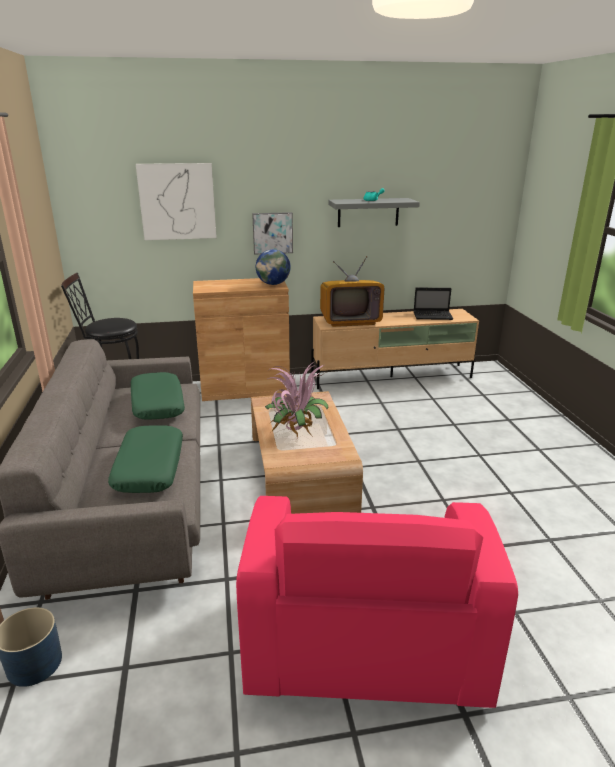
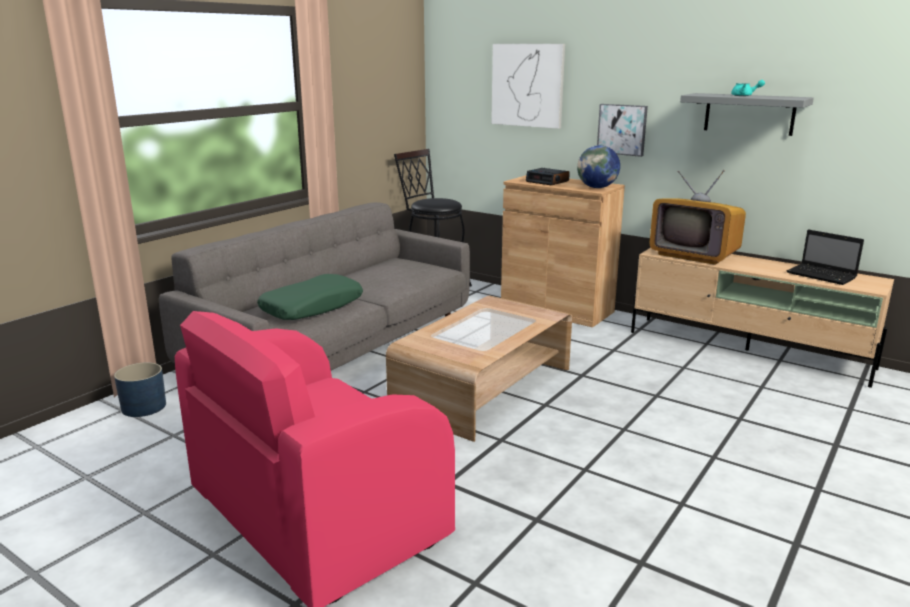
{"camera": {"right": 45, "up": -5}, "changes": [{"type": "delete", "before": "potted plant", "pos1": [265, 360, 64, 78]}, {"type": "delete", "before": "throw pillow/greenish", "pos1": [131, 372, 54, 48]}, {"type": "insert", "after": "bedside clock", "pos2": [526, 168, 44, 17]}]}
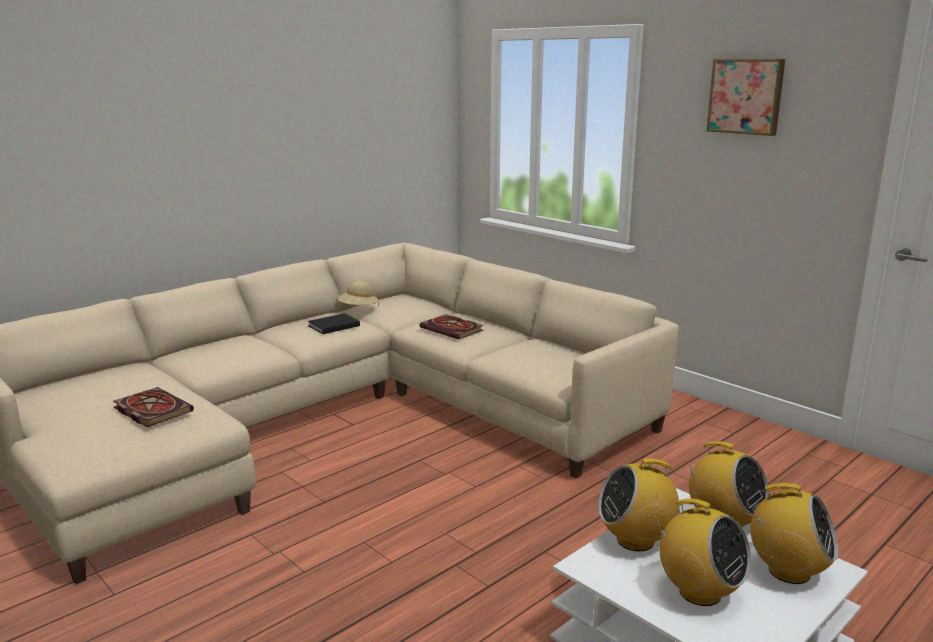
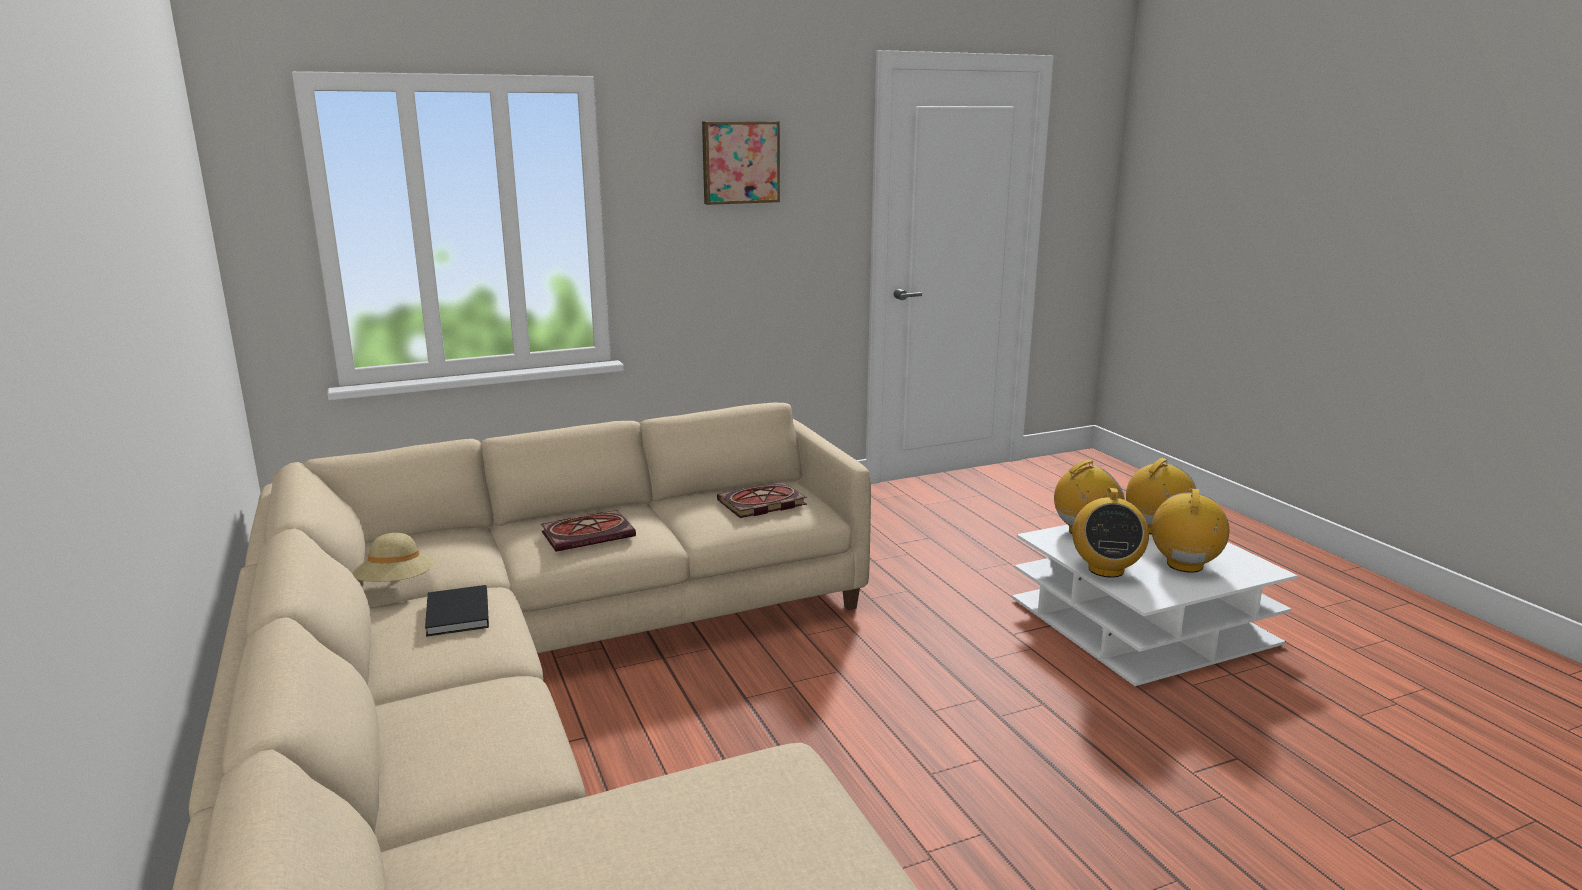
{"camera": {"right": -70, "up": 0}, "changes": [{"type": "move", "before": "book", "pos1": [113, 387, 81, 40], "pos2": [717, 481, 90, 37]}, {"type": "rotate", "before": "radio receiver", "pos1": [654, 499, 97, 107], "pos2": [1151, 489, 78, 84], "turn": -45}]}
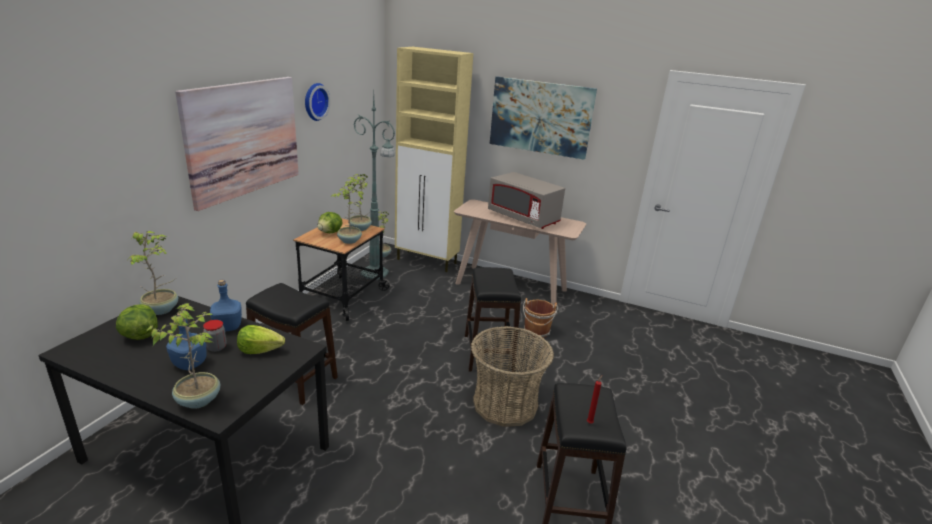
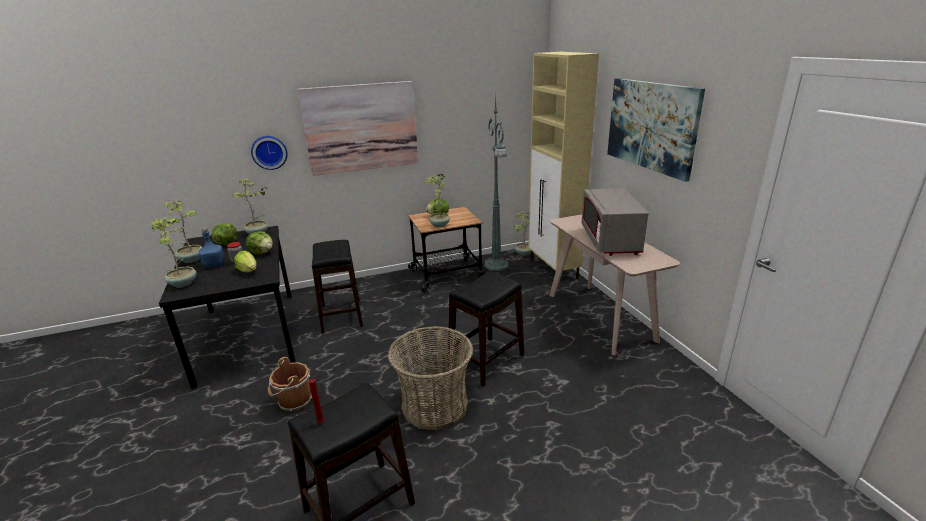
{"camera": {"right": 50, "up": 0}, "changes": [{"type": "move", "before": "wall clock", "pos1": [305, 83, 26, 38], "pos2": [251, 136, 37, 34]}, {"type": "move", "before": "potted plant", "pos1": [345, 174, 27, 57], "pos2": [155, 199, 48, 64]}, {"type": "replace", "before": "bottle/bluish", "after": "head of lettuce", "pos1": [210, 280, 32, 51], "pos2": [246, 231, 27, 24]}, {"type": "move", "before": "water bucket/brown", "pos1": [523, 298, 35, 40], "pos2": [268, 357, 44, 55]}]}
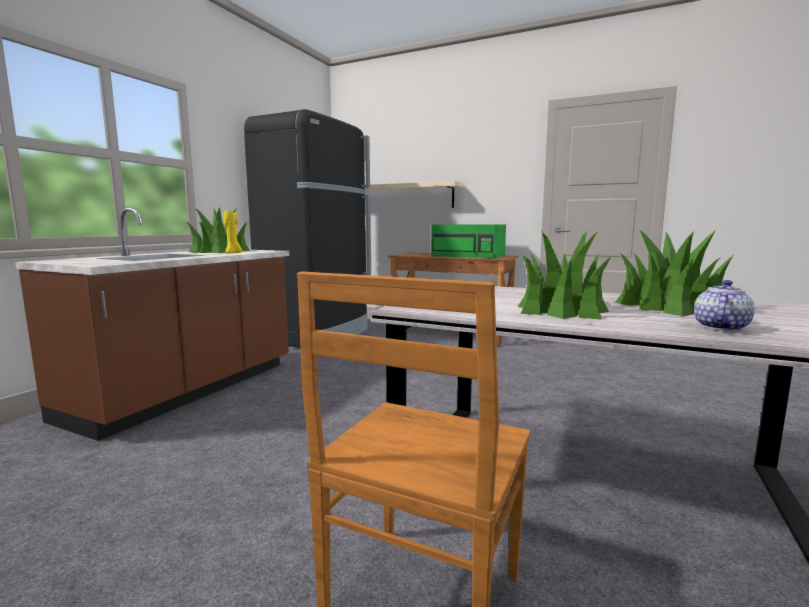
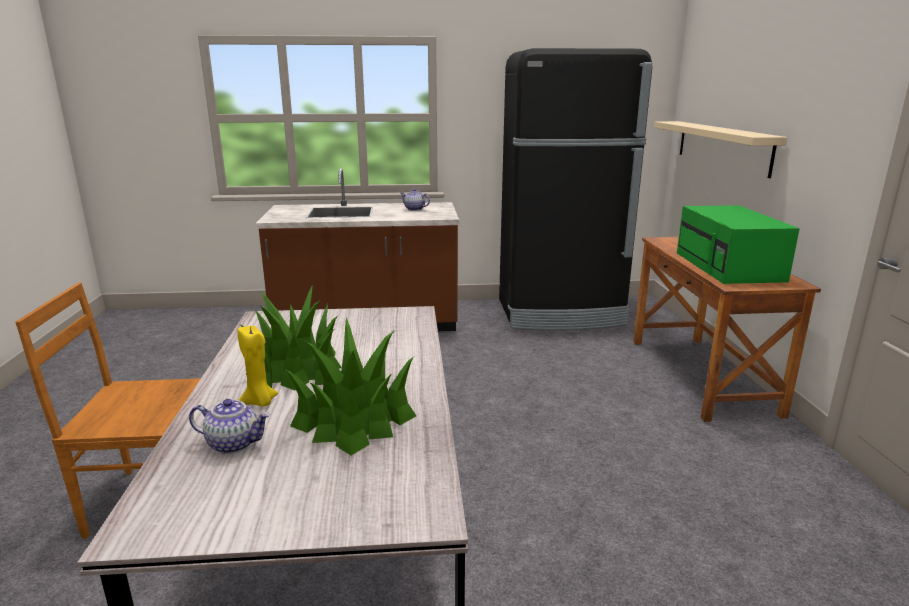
{"camera": {"right": 60, "up": 10}, "changes": [{"type": "replace", "before": "potted plant", "after": "tea pot", "pos1": [187, 207, 63, 46], "pos2": [400, 189, 30, 22]}, {"type": "move", "before": "wax light/yellow-coloured", "pos1": [223, 210, 19, 43], "pos2": [238, 326, 40, 80]}]}
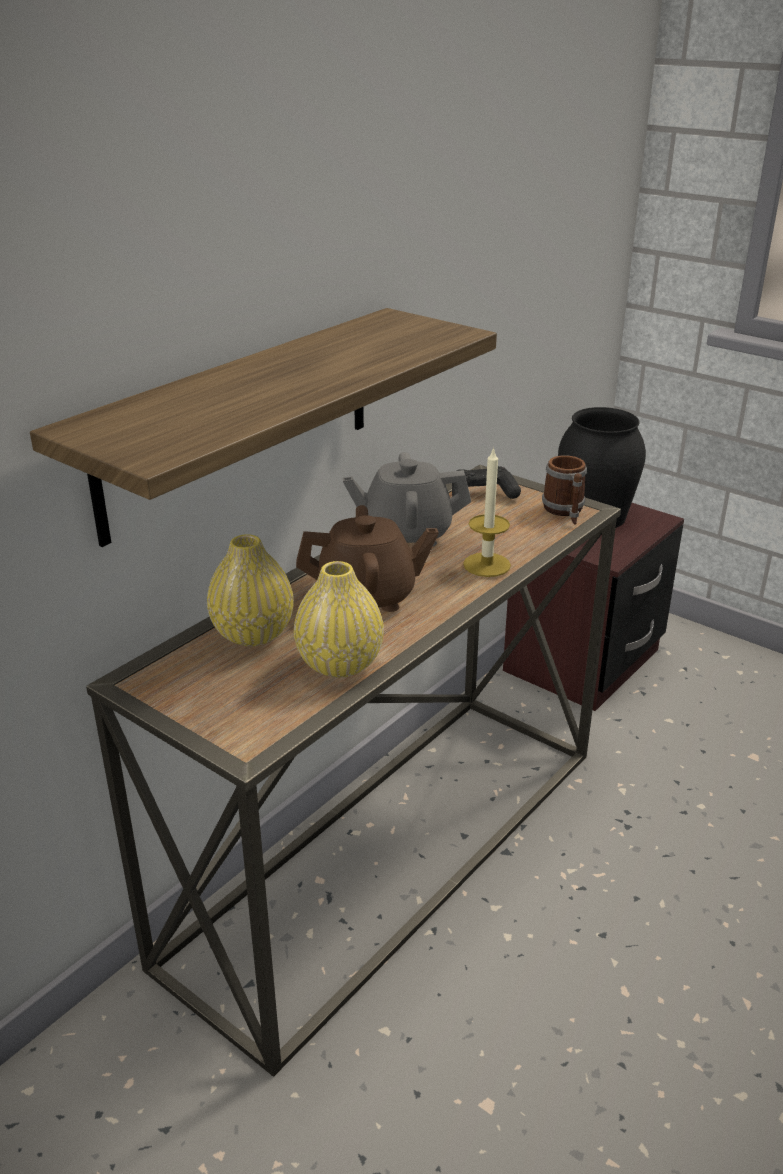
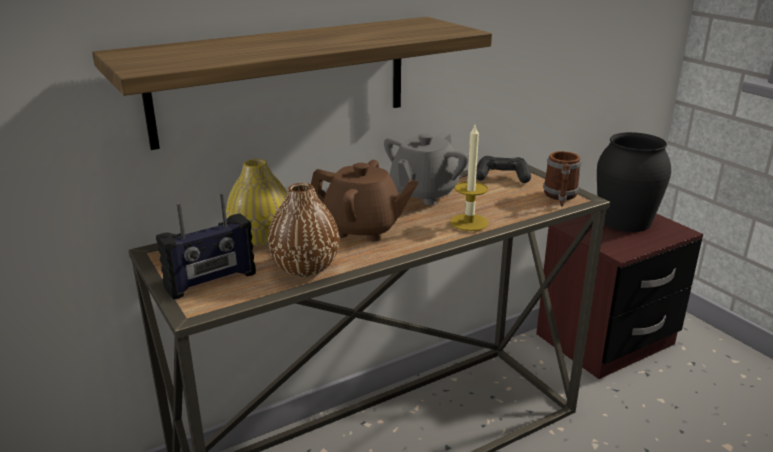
{"camera": {"right": 20, "up": -5}, "changes": [{"type": "rotate", "before": "tea pot/greyish", "pos1": [343, 452, 128, 94], "pos2": [384, 132, 85, 73], "turn": -75}, {"type": "recolor", "before": "flower vase/yellow-coloured", "after": "flower vase/brown", "pos1": [294, 561, 90, 117], "pos2": [268, 183, 71, 94]}, {"type": "insert", "after": "radio receiver", "pos2": [156, 193, 100, 107]}]}
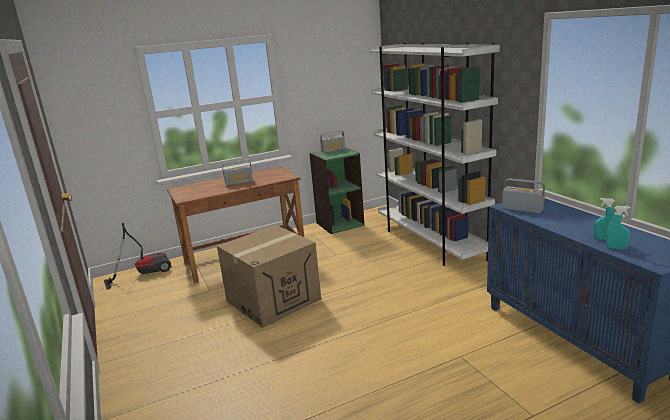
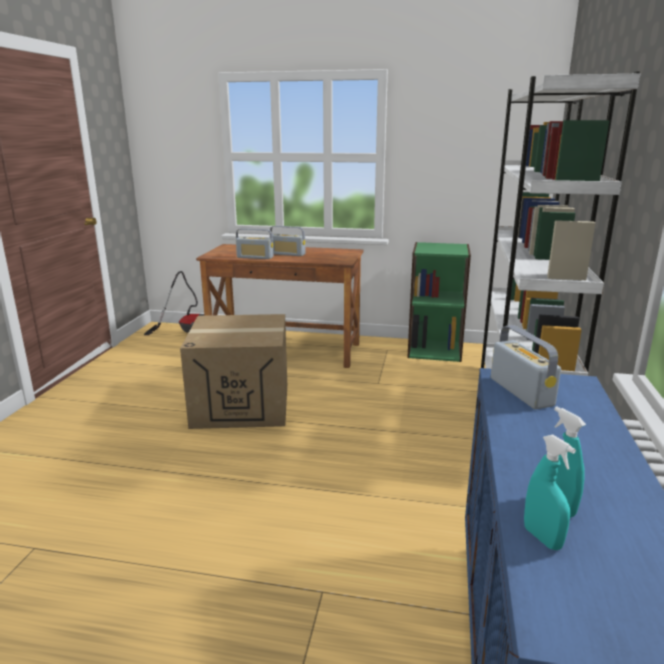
{"camera": {"right": 35, "up": 0}, "changes": [{"type": "move", "before": "radio receiver", "pos1": [320, 130, 25, 23], "pos2": [236, 228, 38, 31]}]}
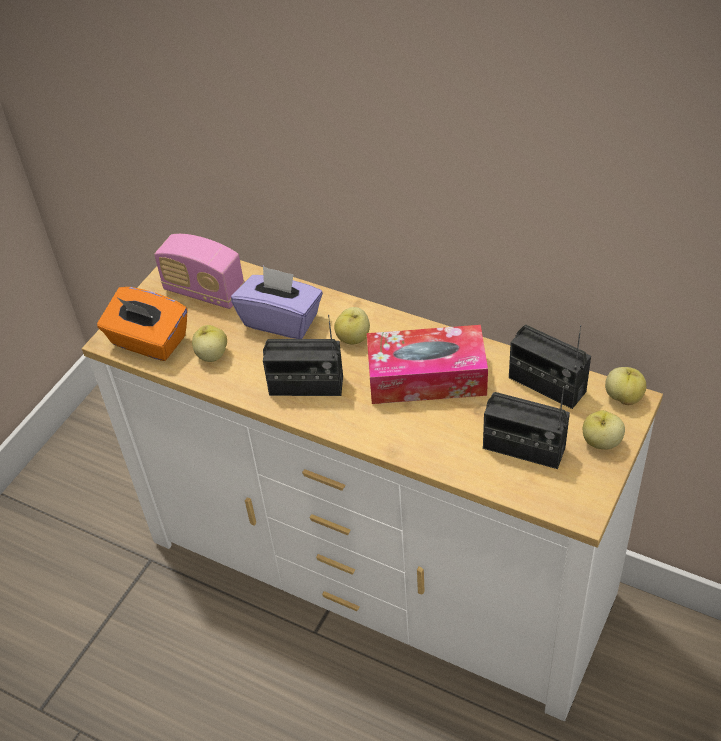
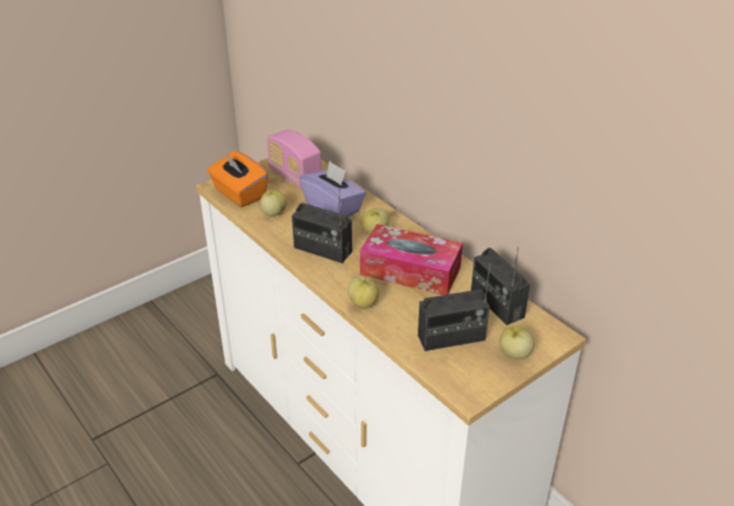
{"camera": {"right": 20, "up": -10}, "changes": [{"type": "move", "before": "whole apple", "pos1": [605, 367, 41, 38], "pos2": [347, 277, 32, 32]}, {"type": "rotate", "before": "radio receiver", "pos1": [483, 386, 87, 83], "pos2": [418, 263, 72, 88], "turn": -60}]}
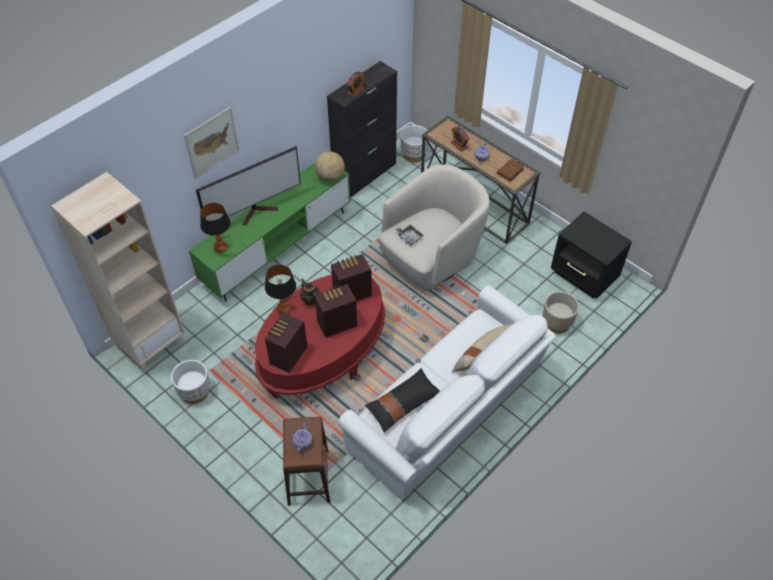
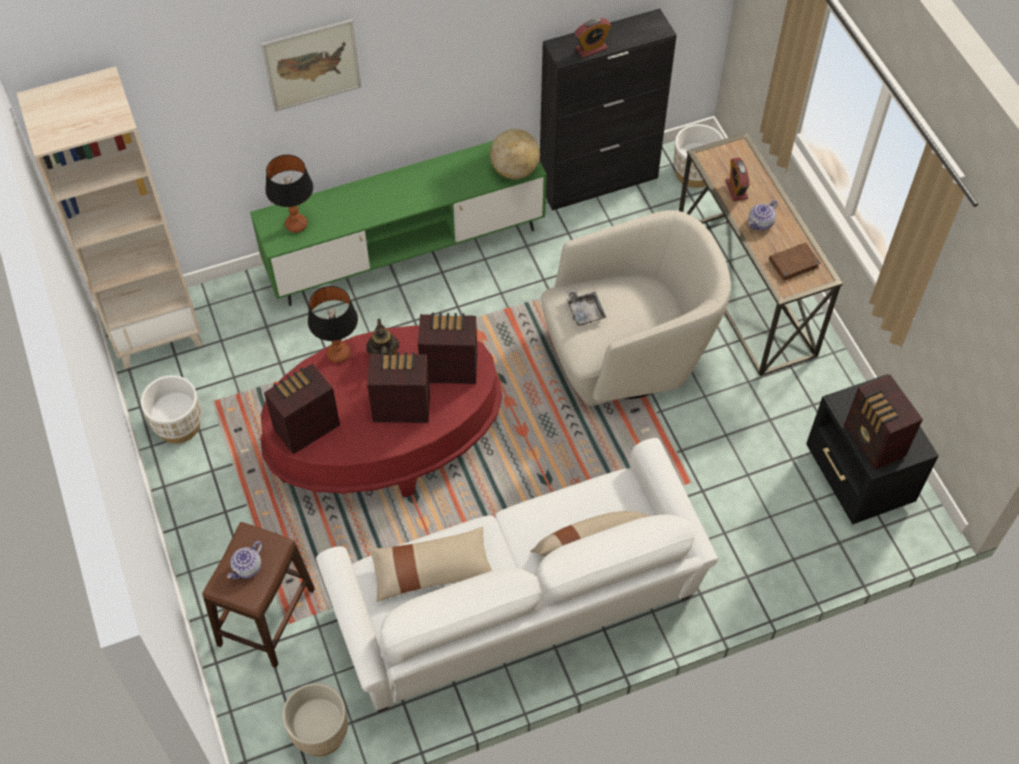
{"camera": {"right": 25, "up": 5}, "changes": [{"type": "delete", "before": "television", "pos1": [196, 146, 105, 79]}, {"type": "move", "before": "plant pot/beige", "pos1": [543, 291, 36, 43], "pos2": [282, 683, 66, 73]}, {"type": "recolor", "before": "throw pillow/blackish", "after": "throw pillow/beige", "pos1": [364, 368, 76, 65], "pos2": [369, 527, 123, 75]}, {"type": "insert", "after": "radio receiver", "pos2": [844, 374, 79, 96]}]}
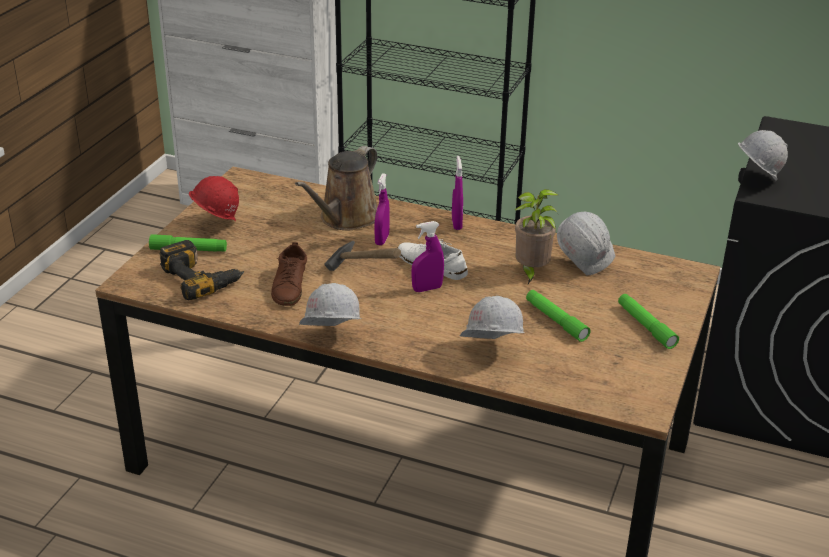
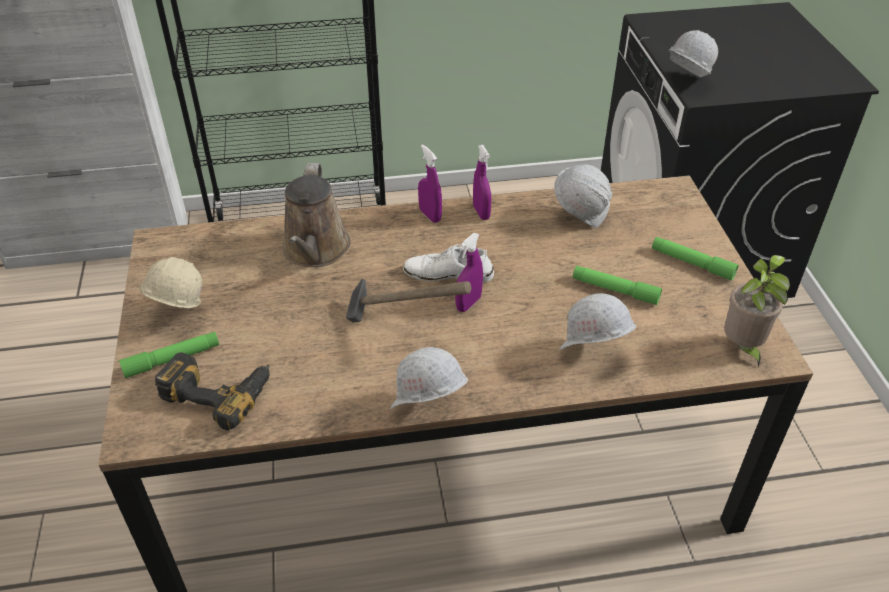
{"camera": {"right": -30, "up": 10}, "changes": [{"type": "move", "before": "hand sprayer/purple", "pos1": [375, 173, 15, 72], "pos2": [473, 145, 18, 75]}, {"type": "recolor", "before": "hard hat/red", "after": "hard hat/beige", "pos1": [189, 176, 50, 45], "pos2": [139, 257, 63, 51]}, {"type": "move", "before": "potted plant", "pos1": [515, 189, 43, 95], "pos2": [724, 255, 66, 112]}, {"type": "delete", "before": "item of footwear/brown", "pos1": [271, 242, 36, 64]}]}
